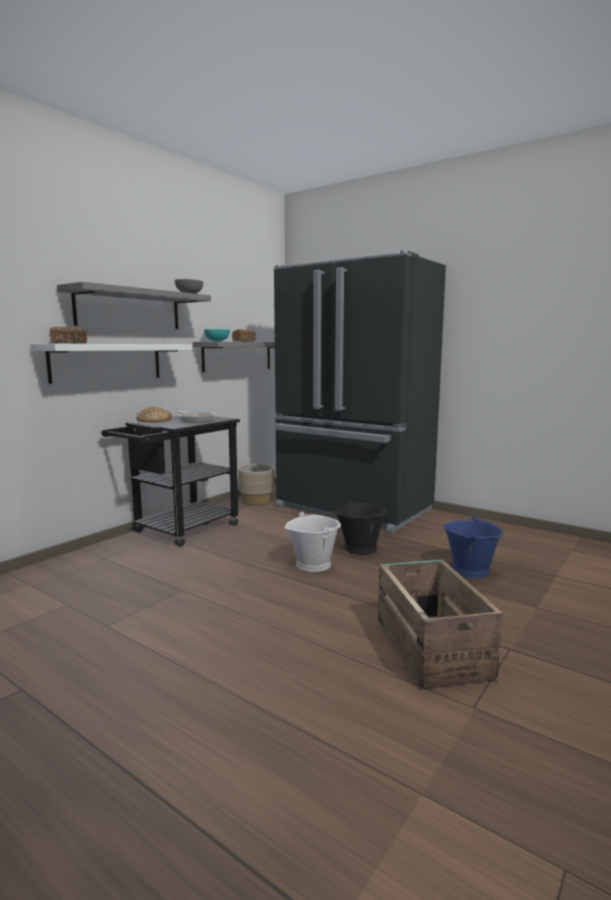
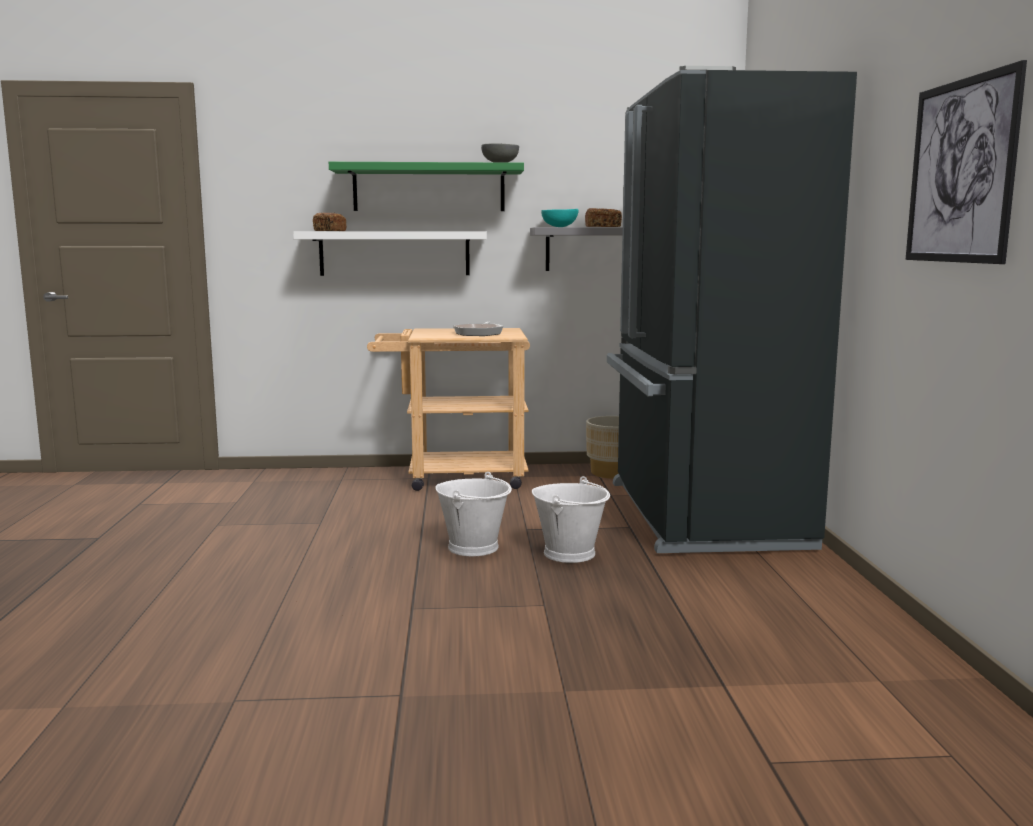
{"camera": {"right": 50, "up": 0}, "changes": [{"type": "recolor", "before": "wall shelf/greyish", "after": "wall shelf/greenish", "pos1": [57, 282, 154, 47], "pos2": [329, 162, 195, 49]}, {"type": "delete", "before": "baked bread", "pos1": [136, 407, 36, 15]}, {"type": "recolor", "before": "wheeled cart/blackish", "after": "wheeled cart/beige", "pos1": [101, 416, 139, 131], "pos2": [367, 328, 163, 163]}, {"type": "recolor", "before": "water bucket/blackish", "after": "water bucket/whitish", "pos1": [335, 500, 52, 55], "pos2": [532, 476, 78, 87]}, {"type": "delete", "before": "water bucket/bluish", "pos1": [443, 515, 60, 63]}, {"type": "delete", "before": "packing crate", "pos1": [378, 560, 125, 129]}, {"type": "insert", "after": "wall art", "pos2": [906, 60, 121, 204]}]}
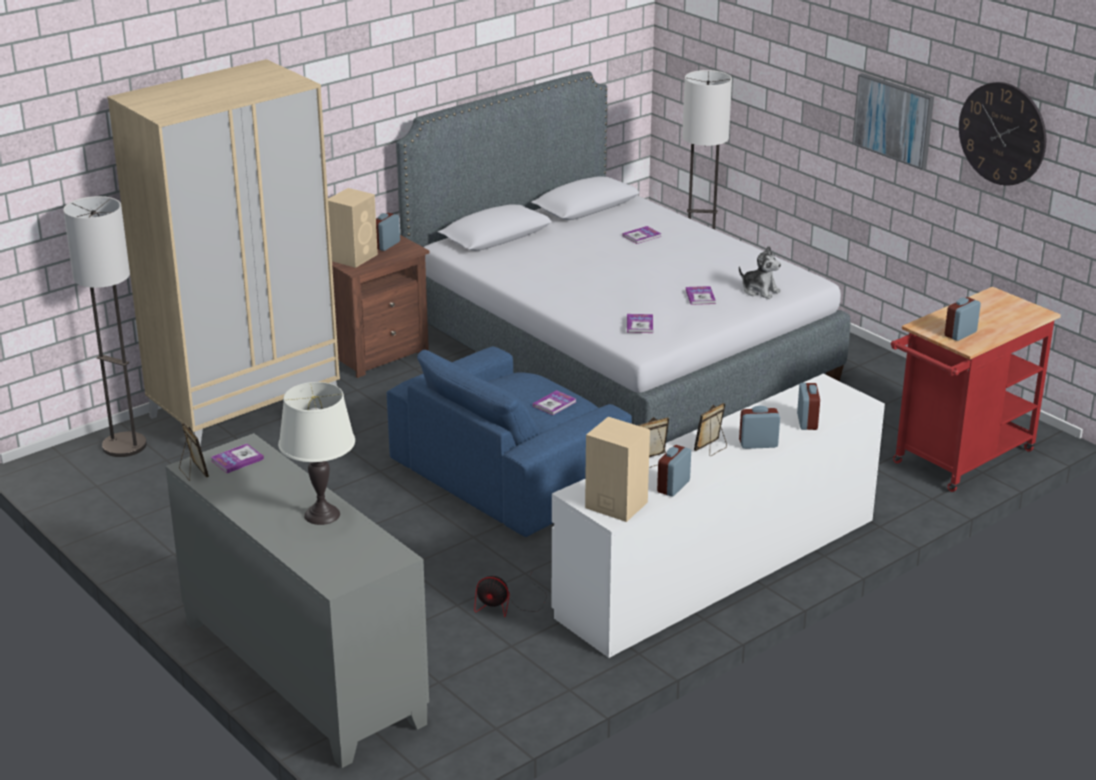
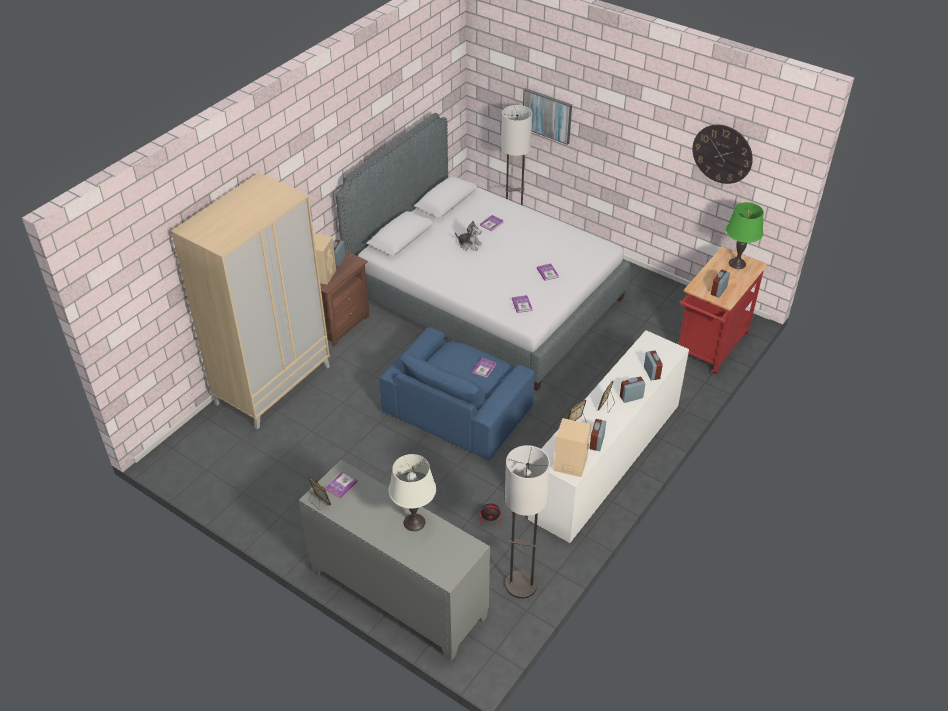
{"camera": {"right": -15, "up": 15}, "changes": [{"type": "move", "before": "wall art", "pos1": [852, 73, 82, 97], "pos2": [523, 88, 49, 57]}, {"type": "move", "before": "floor lamp", "pos1": [63, 196, 84, 261], "pos2": [505, 445, 45, 154]}, {"type": "move", "before": "soft toy", "pos1": [739, 246, 42, 53], "pos2": [455, 221, 27, 30]}, {"type": "insert", "after": "lamp for a table/greenish", "pos2": [726, 202, 38, 67]}]}
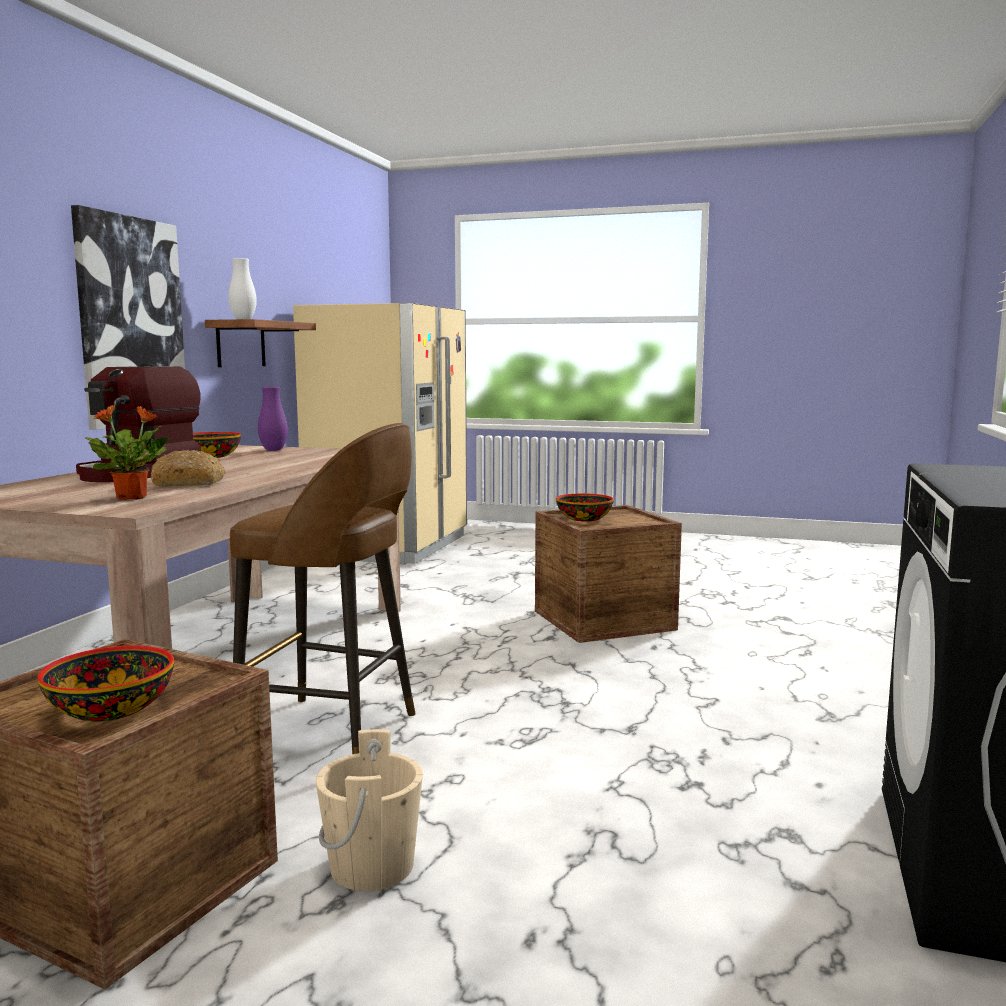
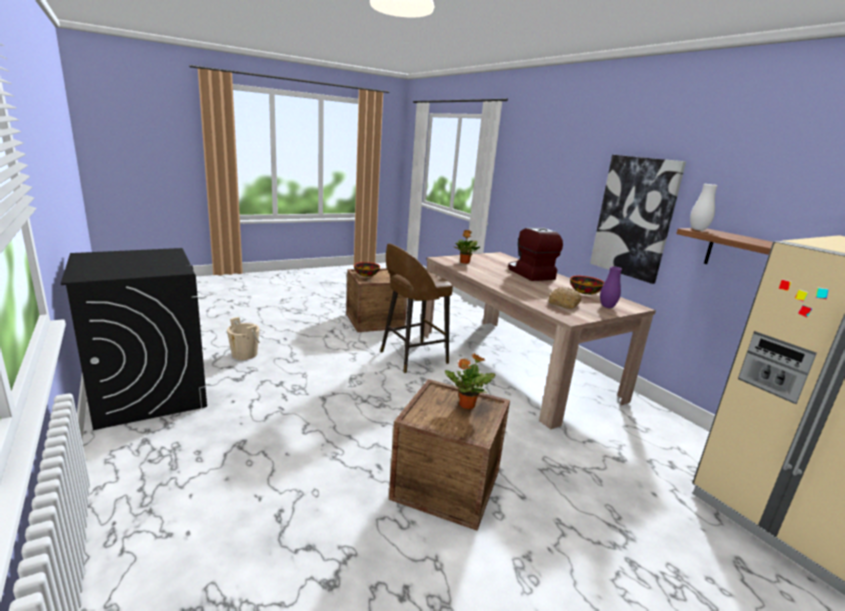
{"camera": {"right": 130, "up": 10}, "changes": [{"type": "move", "before": "baked bread", "pos1": [151, 450, 75, 37], "pos2": [549, 287, 32, 22]}, {"type": "replace", "before": "deep dish", "after": "potted plant", "pos1": [556, 493, 58, 29], "pos2": [445, 353, 50, 57]}, {"type": "move", "before": "water bucket/beige", "pos1": [316, 729, 107, 162], "pos2": [227, 317, 33, 43]}]}
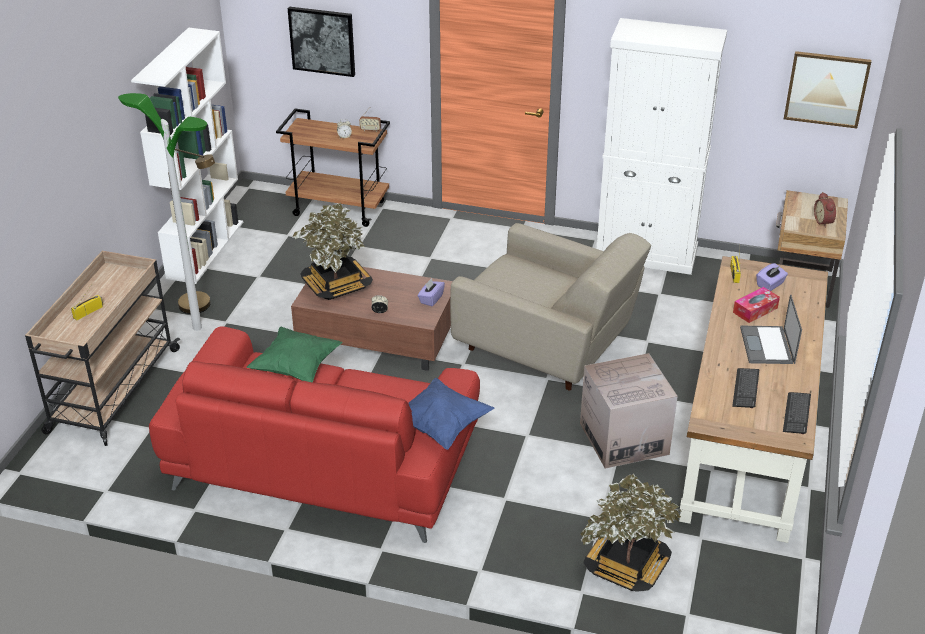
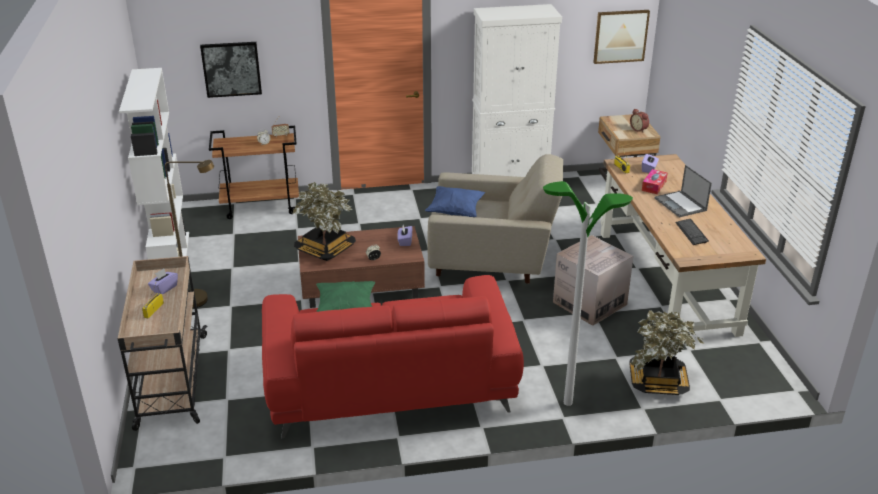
{"camera": {"right": -25, "up": -5}, "changes": [{"type": "move", "before": "floor lamp", "pos1": [118, 93, 89, 238], "pos2": [543, 181, 90, 225]}, {"type": "move", "before": "throw pillow/bluish", "pos1": [408, 378, 86, 72], "pos2": [425, 186, 60, 31]}, {"type": "delete", "before": "PC keyboard", "pos1": [783, 392, 28, 42]}, {"type": "insert", "after": "box of tissues/purple", "pos2": [148, 269, 30, 25]}]}
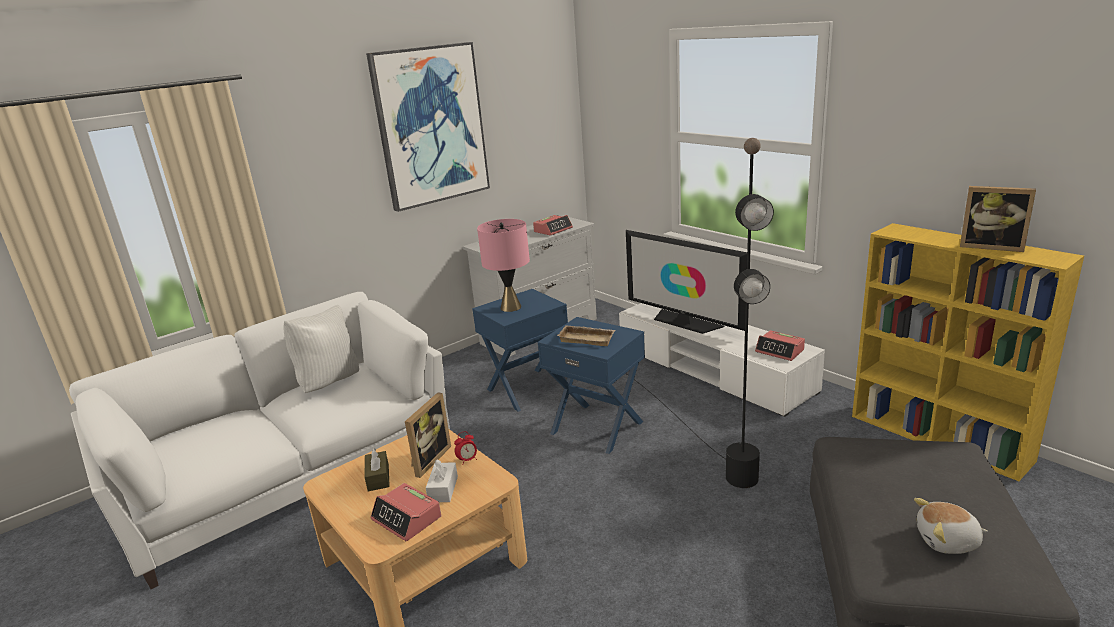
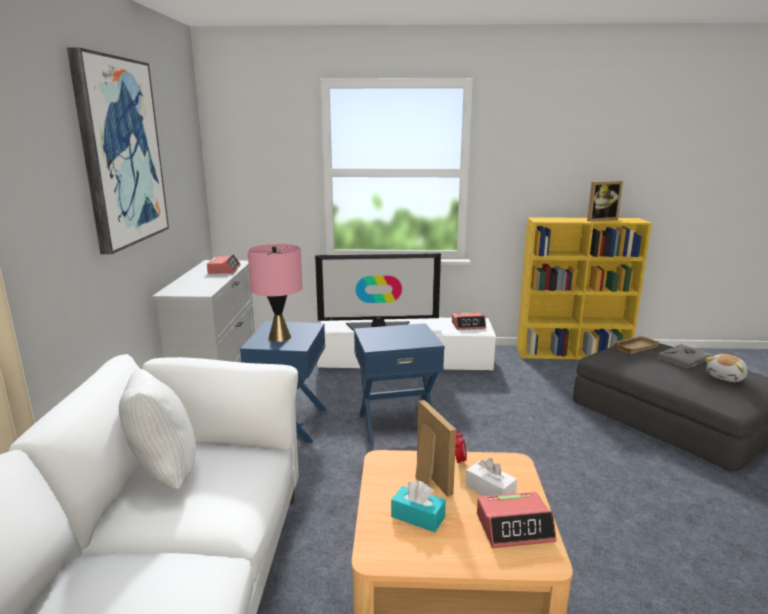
{"camera": {"right": -50, "up": -5}, "changes": [{"type": "delete", "before": "floor lamp/blackish", "pos1": [625, 138, 149, 350]}, {"type": "move", "before": "serving tray/beige", "pos1": [557, 325, 58, 21], "pos2": [612, 336, 48, 18]}, {"type": "recolor", "before": "box of tissues/brown", "after": "box of tissues/blue-green", "pos1": [364, 448, 26, 43], "pos2": [391, 481, 55, 51]}, {"type": "insert", "after": "book/greyish", "pos2": [657, 344, 56, 25]}]}
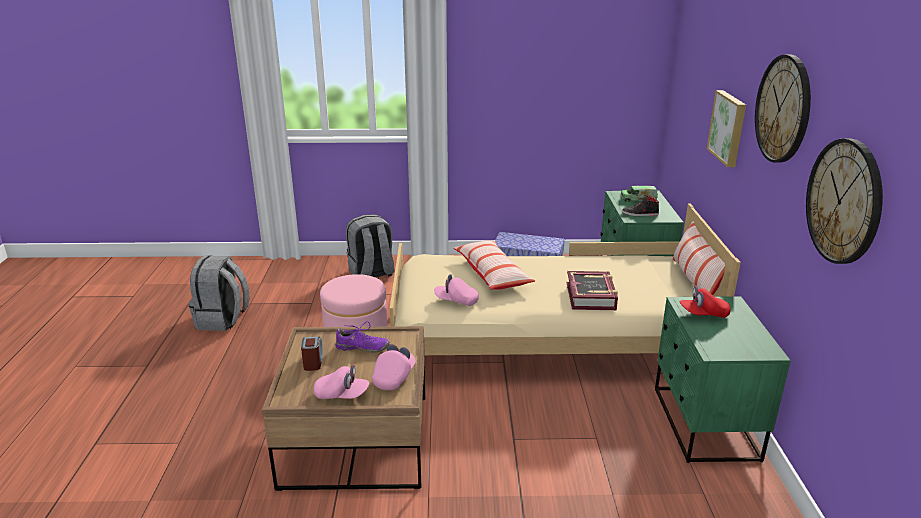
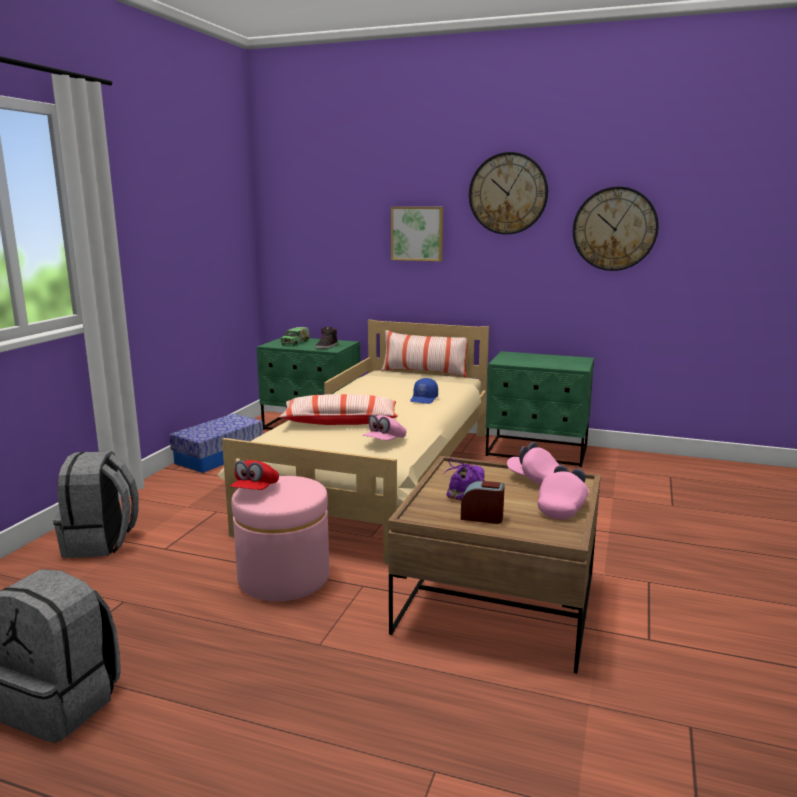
{"camera": {"right": -70, "up": -10}, "changes": [{"type": "replace", "before": "book", "after": "peaked cap/bluish", "pos1": [567, 271, 51, 39], "pos2": [410, 378, 28, 26]}, {"type": "move", "before": "peaked cap/red", "pos1": [680, 286, 51, 32], "pos2": [230, 460, 49, 30]}]}
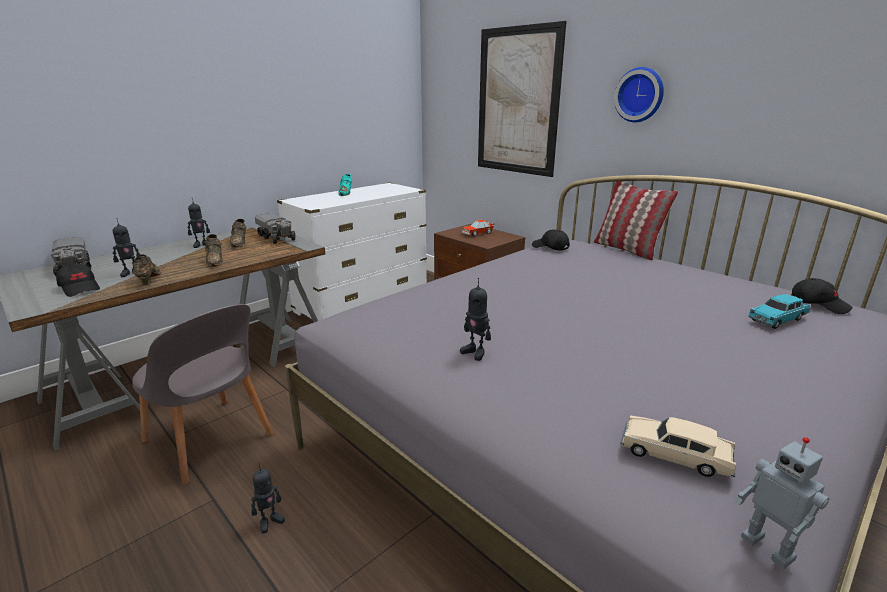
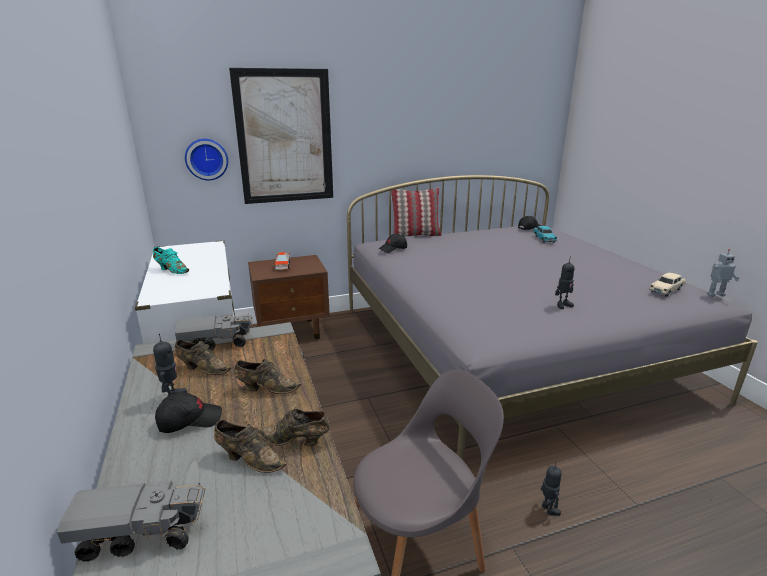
{"camera": {"right": -65, "up": 0}, "changes": [{"type": "move", "before": "wall clock", "pos1": [614, 67, 50, 55], "pos2": [185, 139, 43, 41]}, {"type": "replace", "before": "robot figure", "after": "item of footwear/brown", "pos1": [112, 218, 28, 59], "pos2": [214, 420, 73, 53]}, {"type": "move", "before": "peaked cap/blackish", "pos1": [56, 263, 44, 34], "pos2": [155, 392, 67, 41]}]}
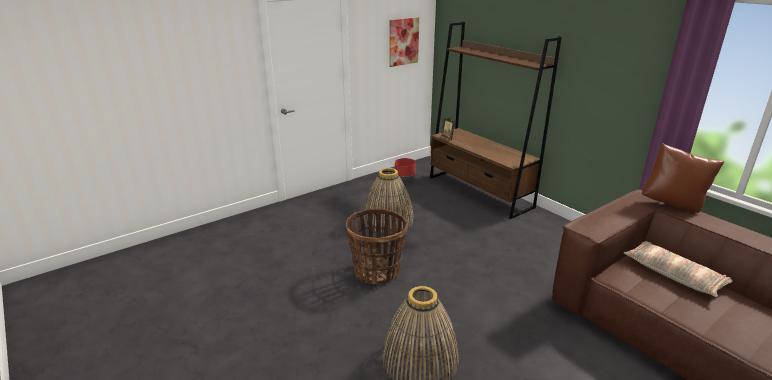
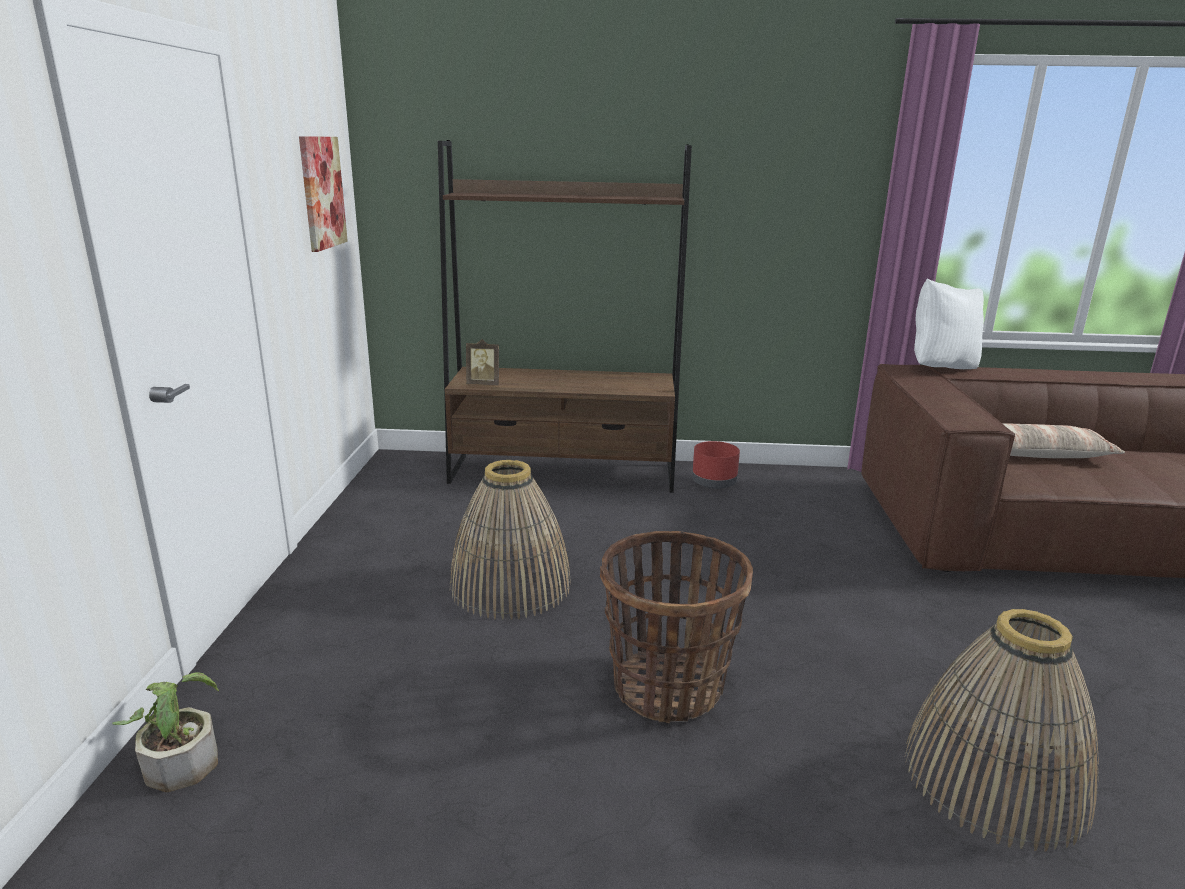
{"camera": {"right": -50, "up": -5}, "changes": [{"type": "recolor", "before": "throw pillow/brown", "after": "throw pillow/whitish", "pos1": [642, 143, 82, 70], "pos2": [914, 279, 70, 90]}, {"type": "move", "before": "plant pot/red", "pos1": [395, 158, 21, 22], "pos2": [692, 441, 48, 48]}, {"type": "insert", "after": "potted plant", "pos2": [112, 672, 107, 120]}]}
